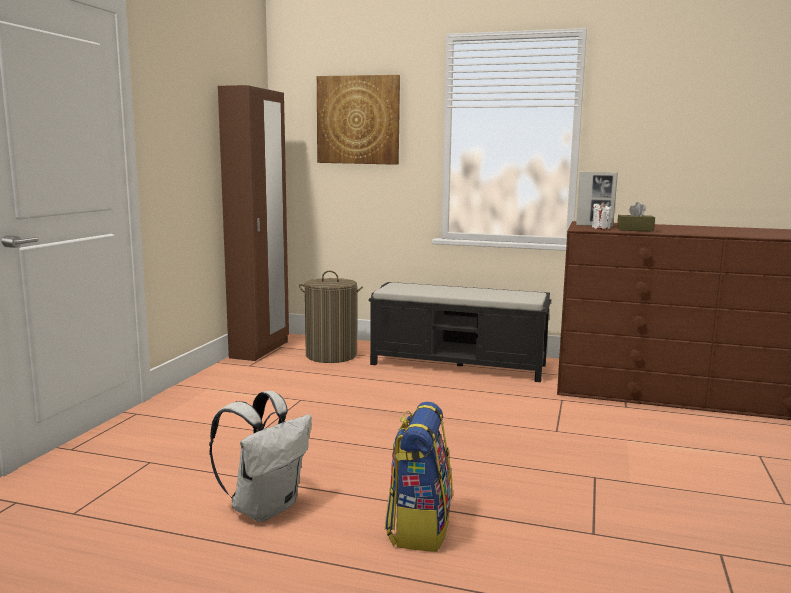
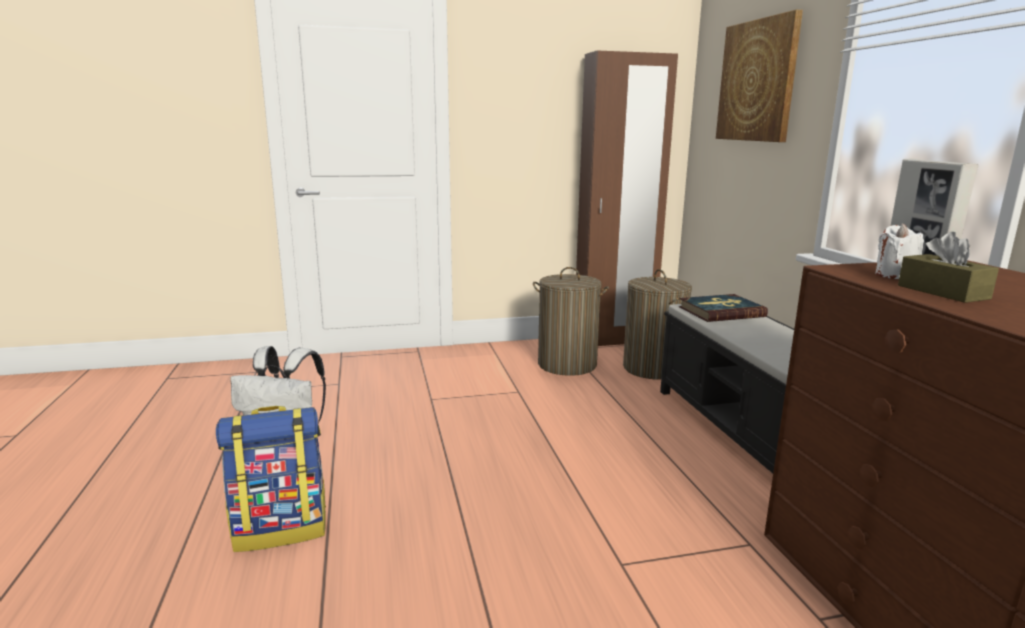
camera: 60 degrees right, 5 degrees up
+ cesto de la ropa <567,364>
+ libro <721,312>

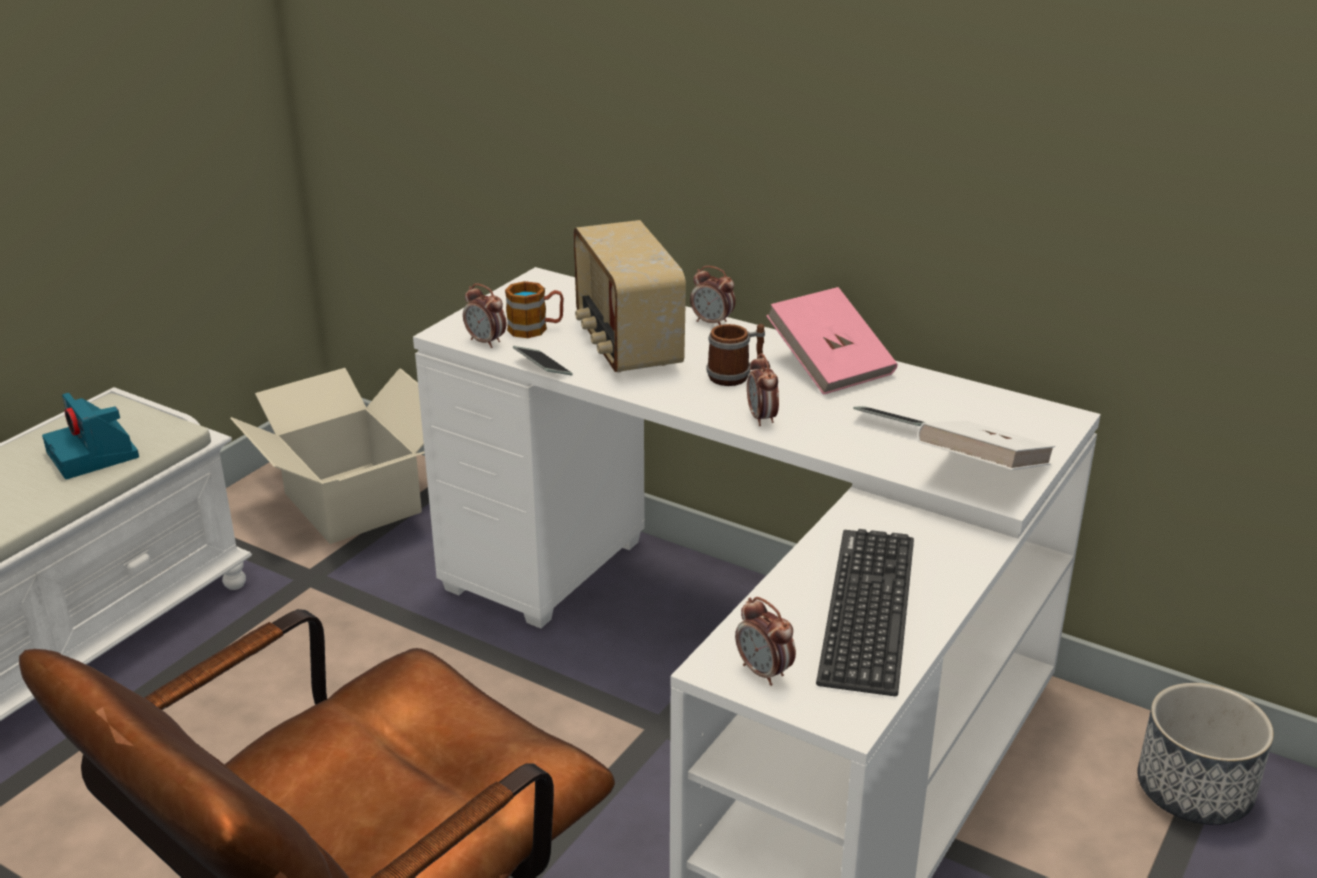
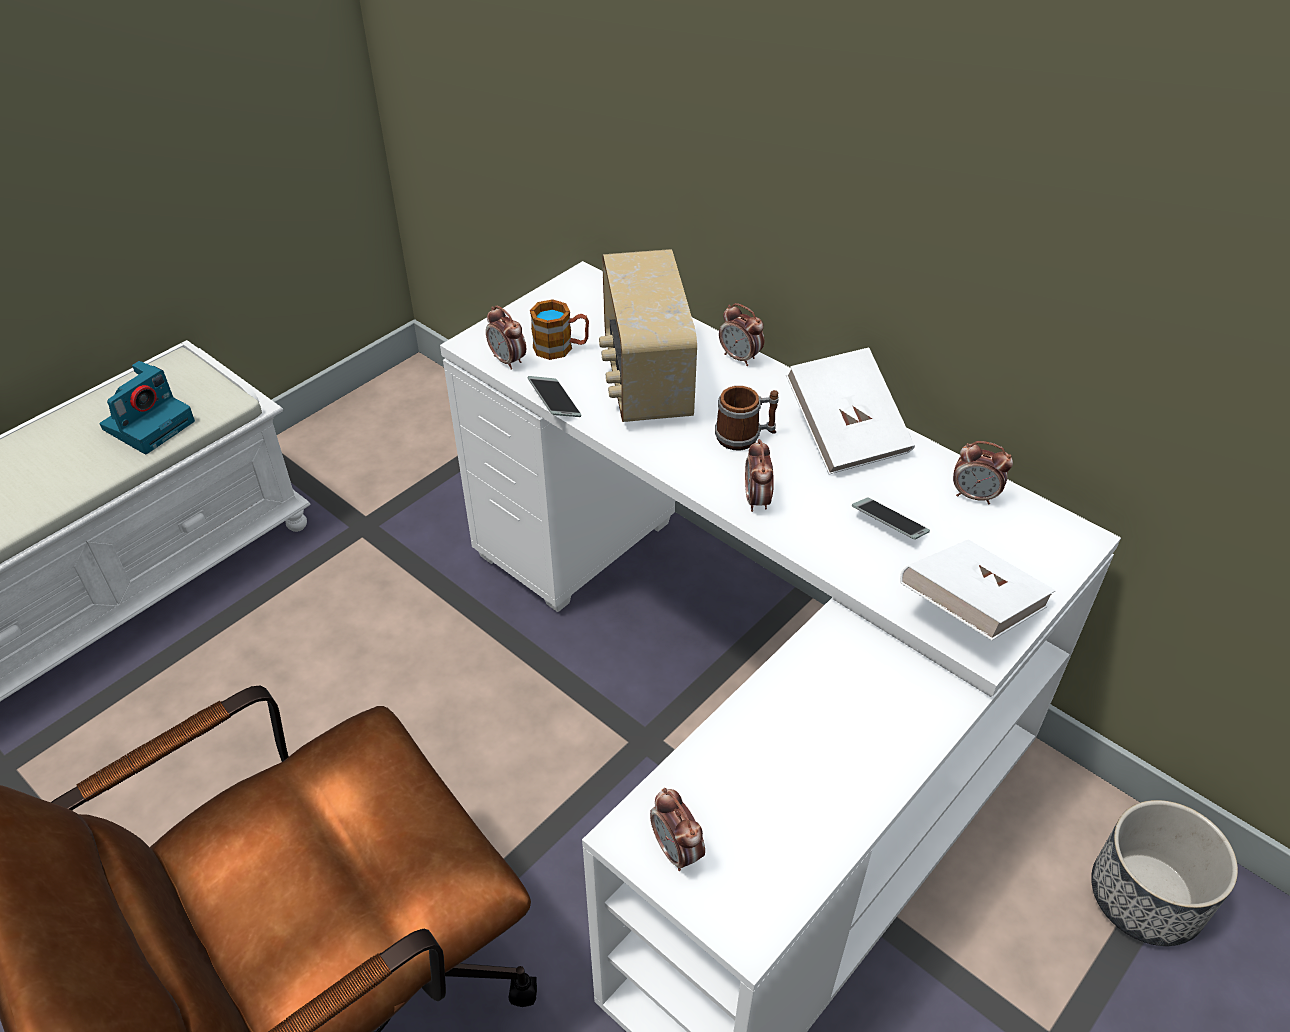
camera: 10 degrees right, 15 degrees up
- caja de cartón <351,503>
- teclado <868,609>
+ despertador <974,496>
~ libro (rosa) <830,366> to libro (blanco) <846,433>
~ cámara <94,455> = <149,423> 120 degrees counterclockwise

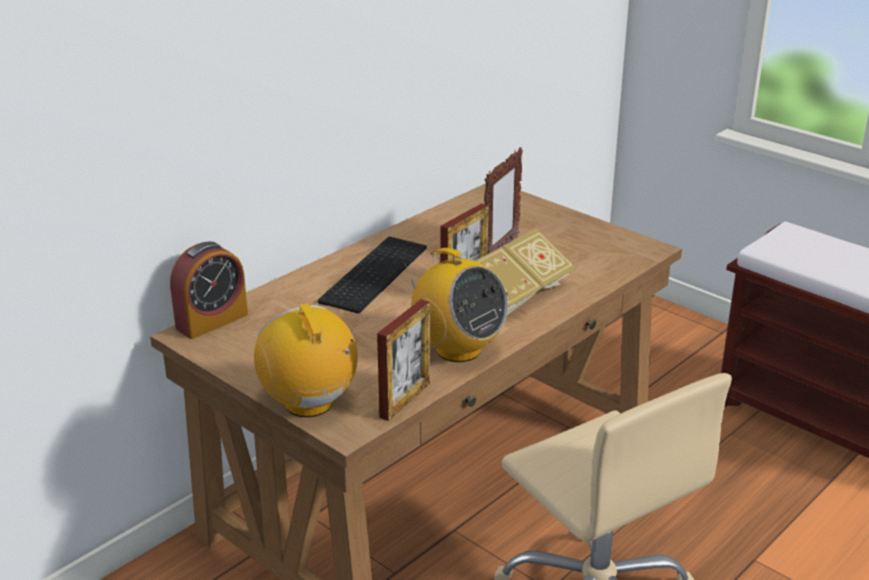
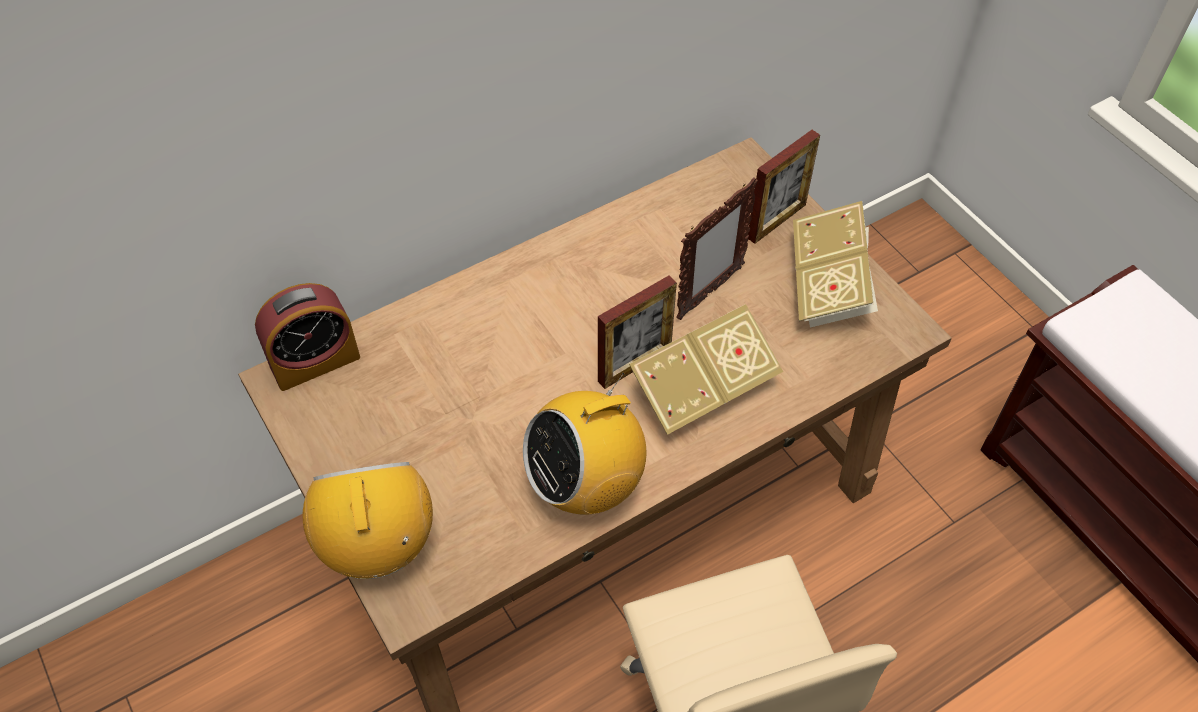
camera: 15 degrees right, 25 degrees up
- teclado <372,273>
+ libro <829,285>
~ portarretratos <405,400> to <776,221>
~ radio <457,349> = <586,484> 90 degrees clockwise

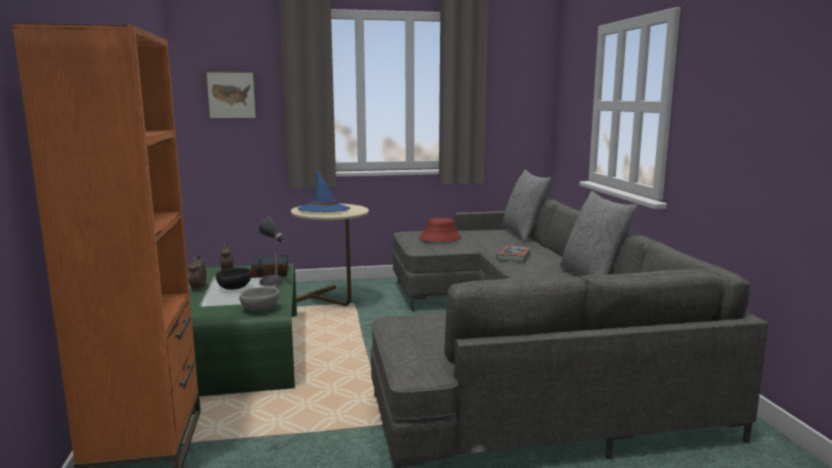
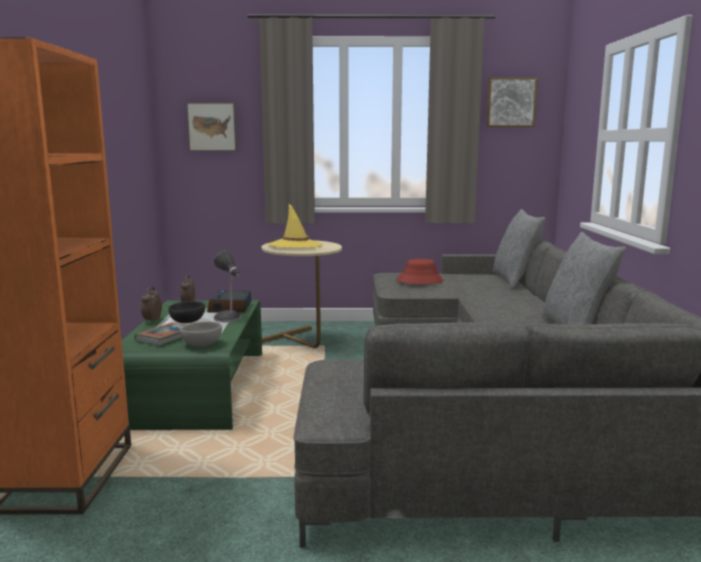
camera: 10 degrees right, 0 degrees up
+ cuadro <510,102>
~ libro <513,257> to <165,338>
~ sombrero (azul) <324,209> to sombrero (amarillo) <295,245>

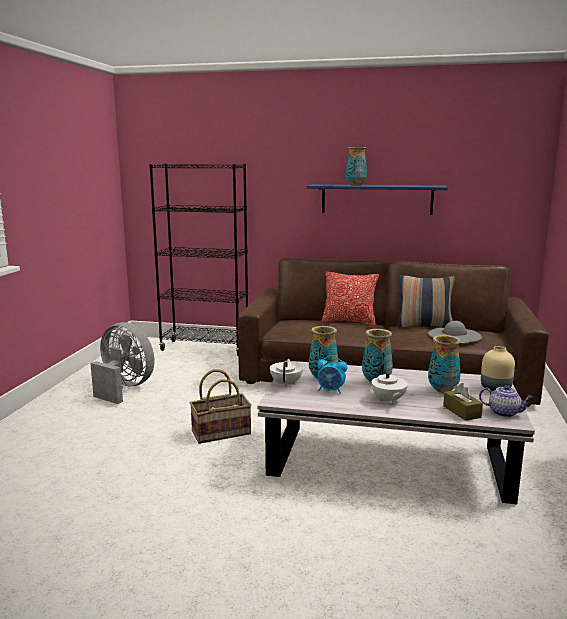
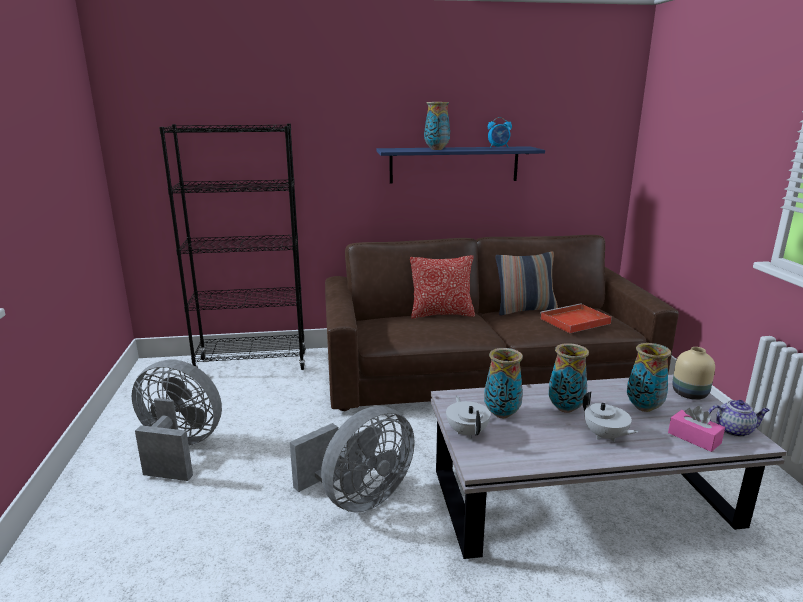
camera: 20 degrees left, 5 degrees up
~ despertador <331,391> to <498,147>
~ cesta <221,432> to ventilador (gris) <359,498>
~ sombrero (gris) <454,335> to bandeja (rojo) <574,321>
~ caja de pañuelos (marrón) <461,412> to caja de pañuelos (rosa) <694,438>

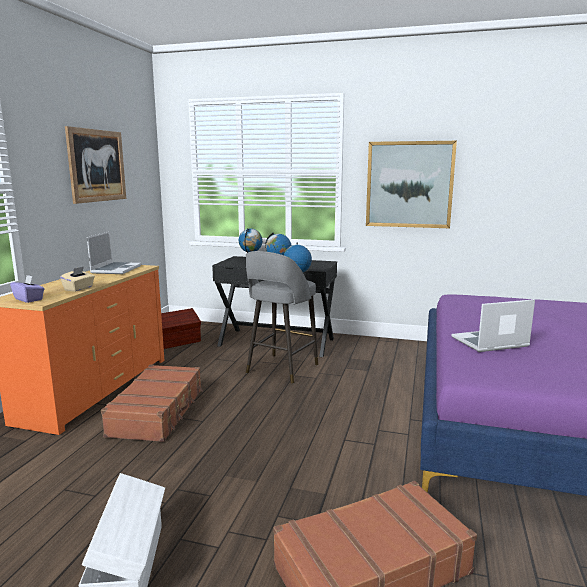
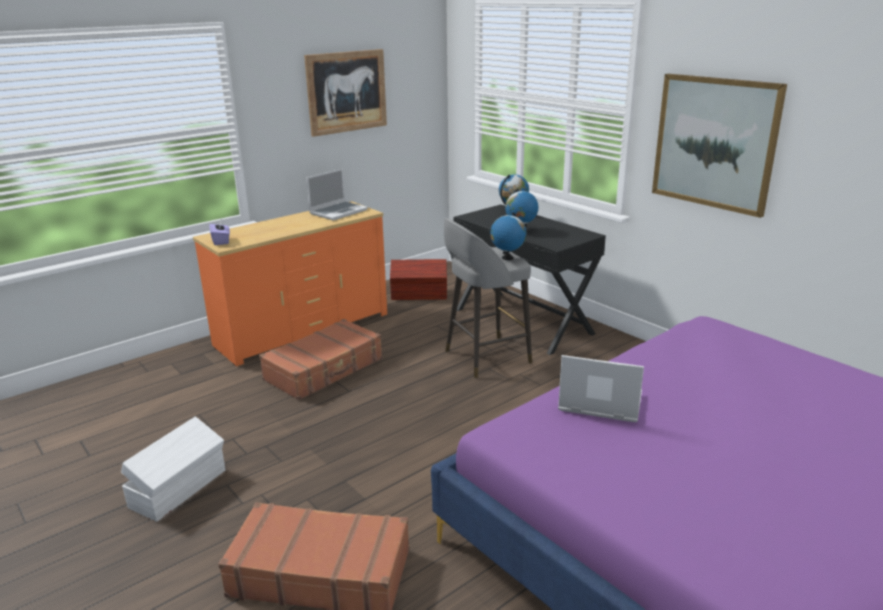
camera: 35 degrees right, 10 degrees up
- caja de pañuelos (beis) <79,289>

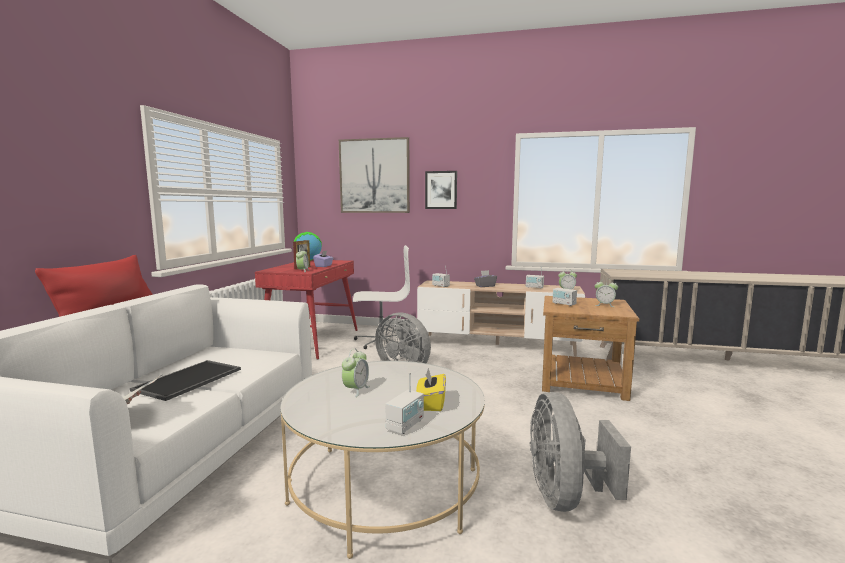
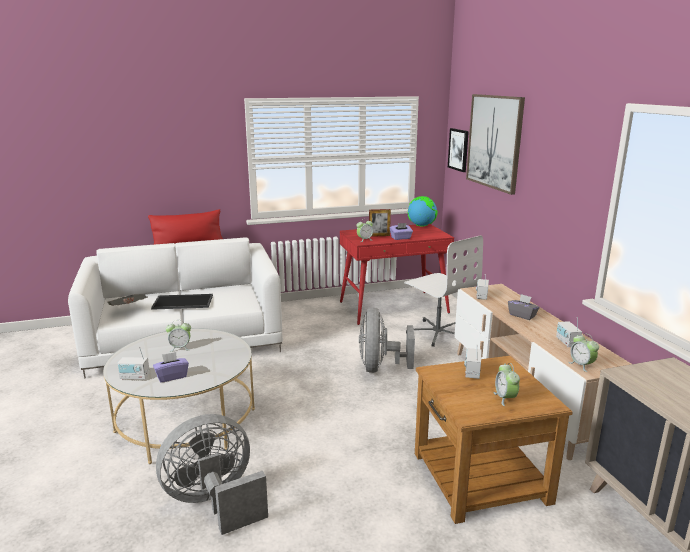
camera: 60 degrees right, 10 degrees up
~ cuadro <441,190> to <458,149>
~ caja de pañuelos (amarillo) <431,403> to caja de pañuelos (morado) <172,376>

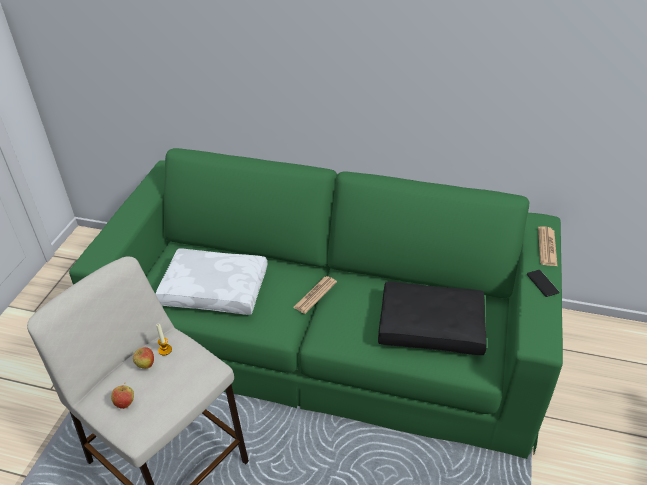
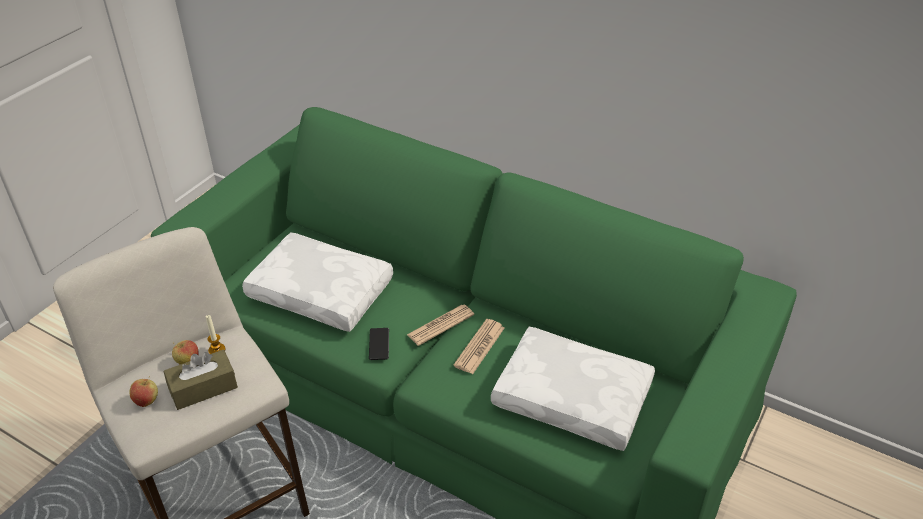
camera: 15 degrees right, 0 degrees up
+ caja de pañuelos (marrón) <203,388>
~ móvil <542,283> to <379,344>
~ periódico <547,247> to <479,347>
~ cojín (negro) <432,325> to cojín (blanco) <574,397>

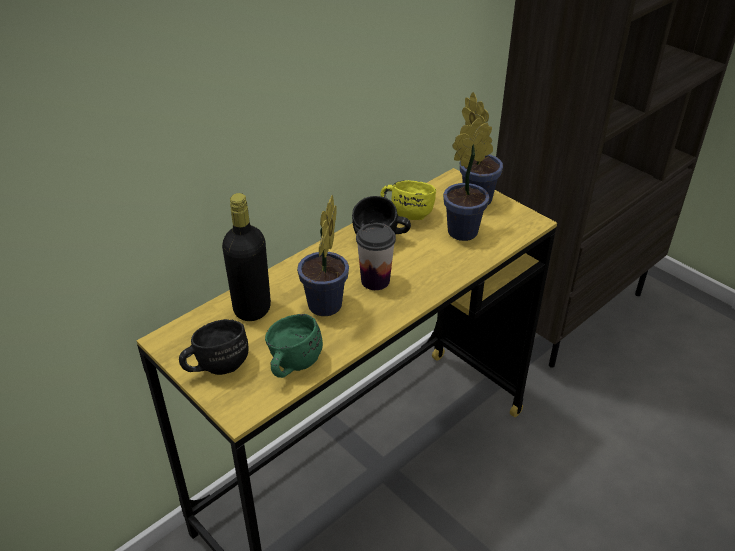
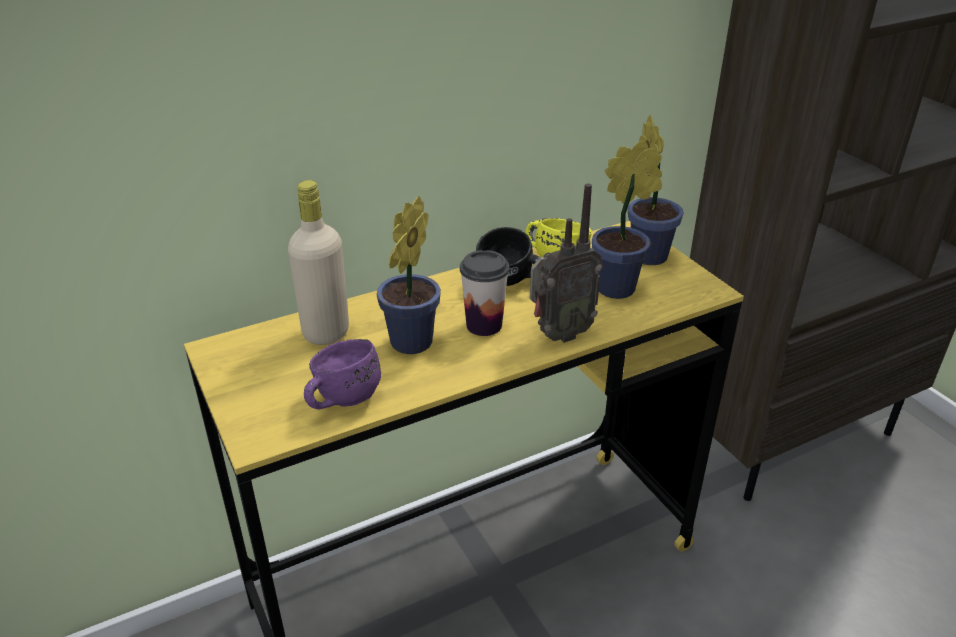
camera: 15 degrees right, 5 degrees down
- taza grande (negro) <215,365>
+ radio <558,334>
~ botella (negro) <252,309> to botella (beis) <326,332>
~ taza grande (verde) <290,364> to taza grande (morado) <340,399>

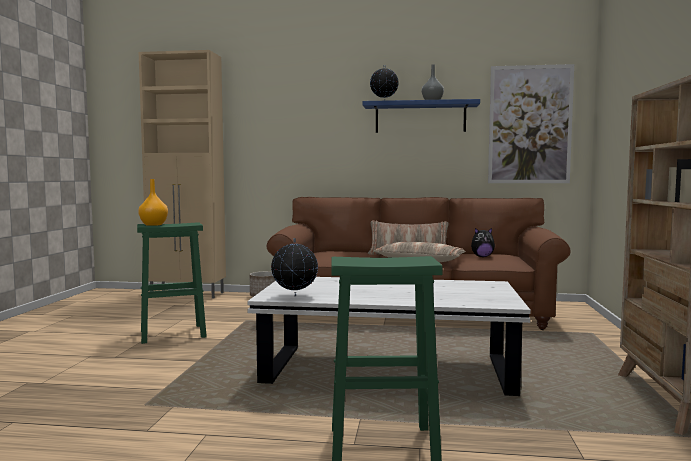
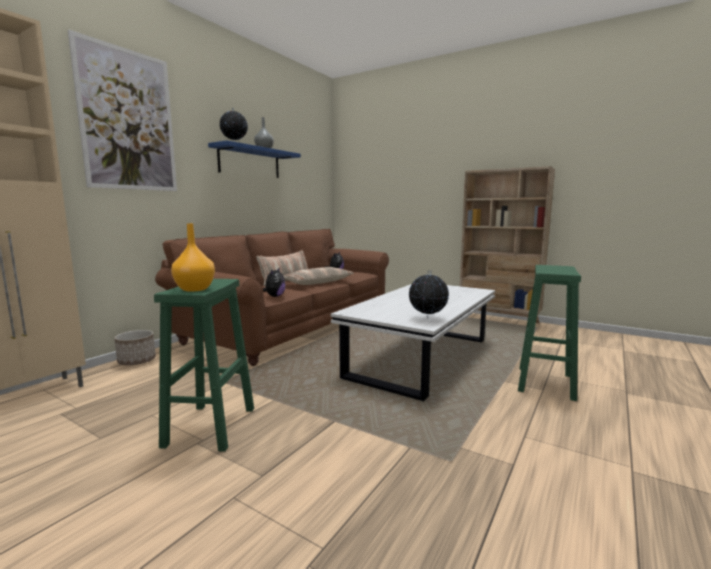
camera: 65 degrees left, 5 degrees up
+ peluche <274,296>
~ cuadro <530,125> to <128,120>

